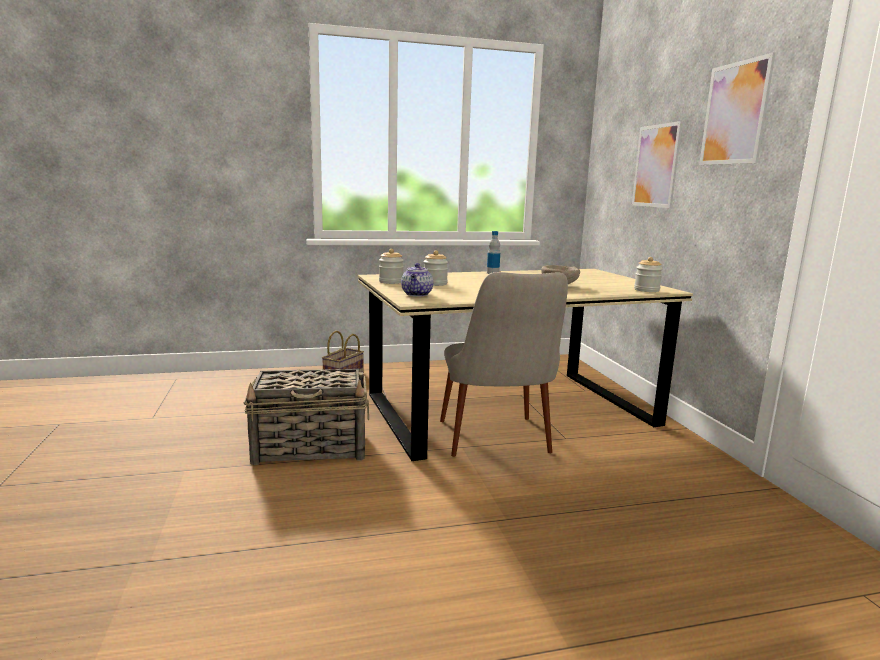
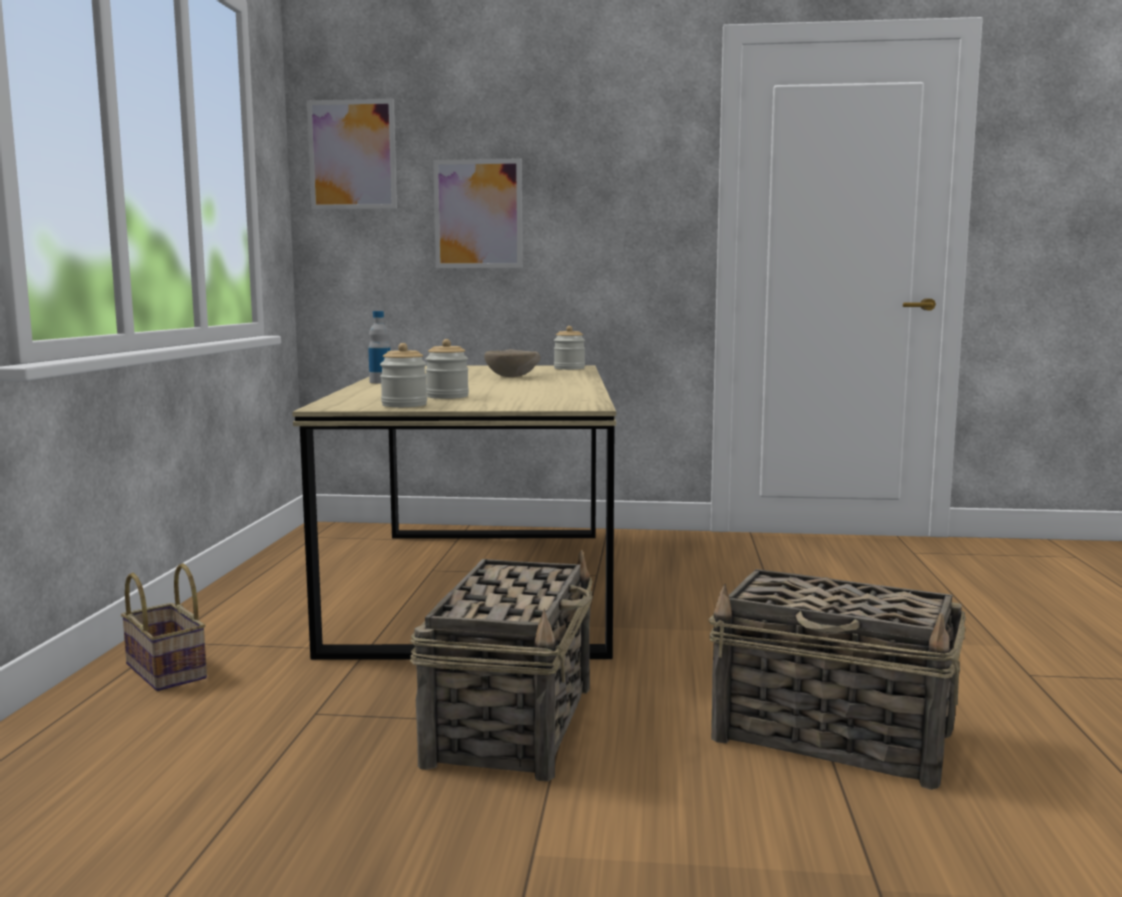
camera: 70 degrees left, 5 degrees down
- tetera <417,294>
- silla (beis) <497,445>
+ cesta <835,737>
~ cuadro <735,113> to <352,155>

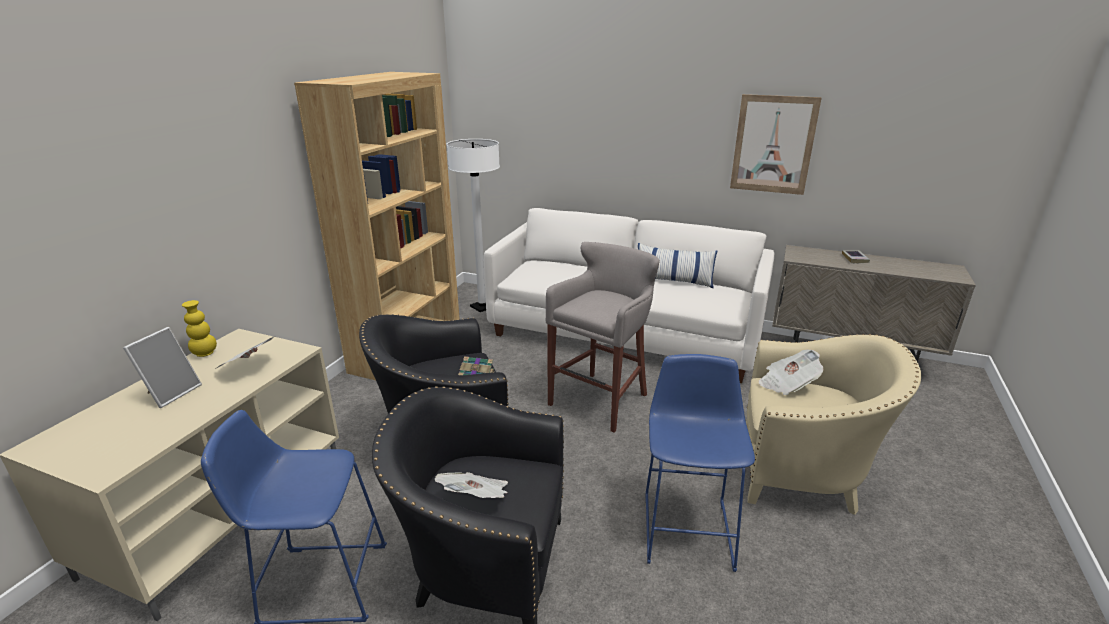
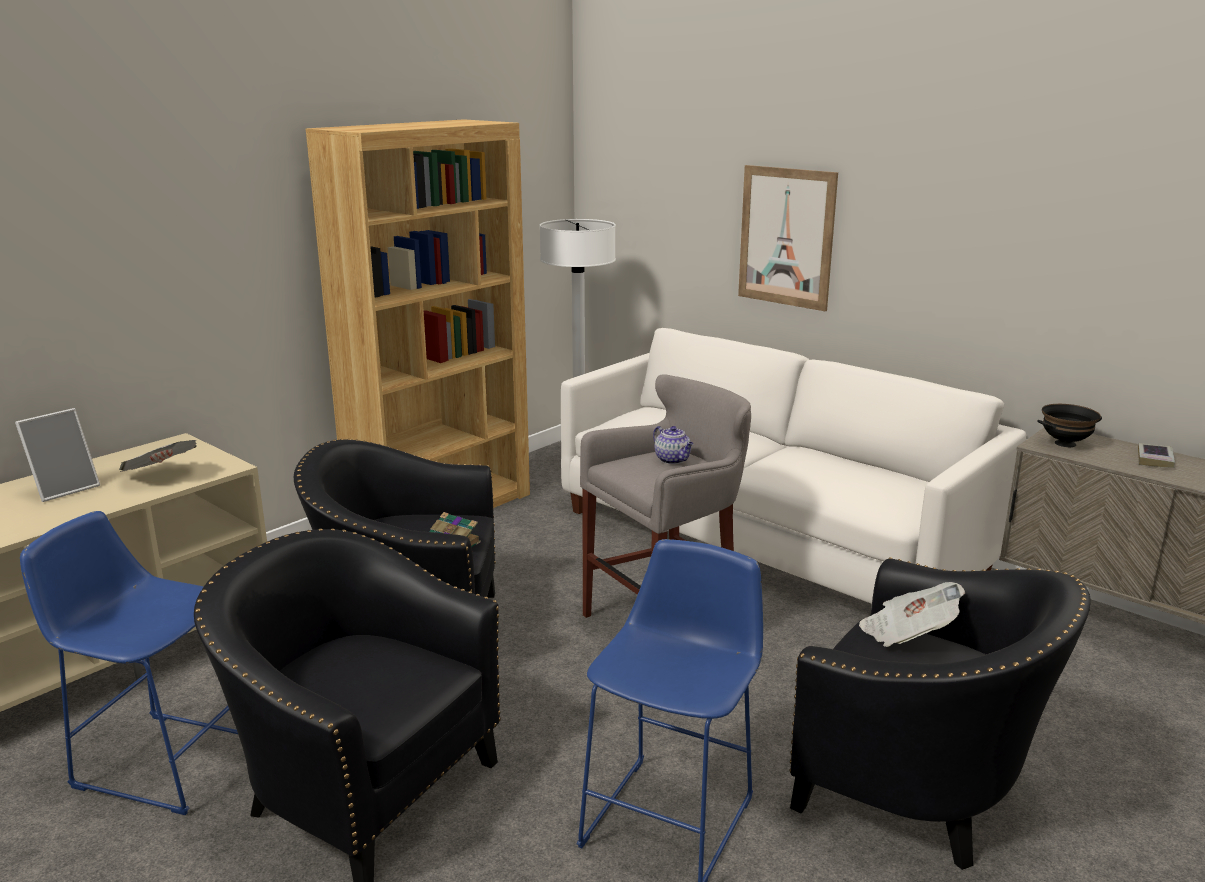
camera: 20 degrees right, 5 degrees down
- florero (amarillo) <205,353>
- periódico <476,499>
- cojín <673,281>
+ tetera <673,460>
+ cuenco (negro) <1065,443>
~ cuadro <773,145> to <786,237>
~ sillón (beis) <804,473> to sillón (negro) <921,791>

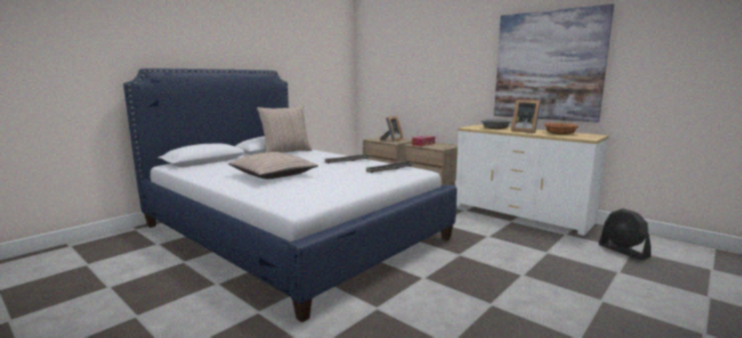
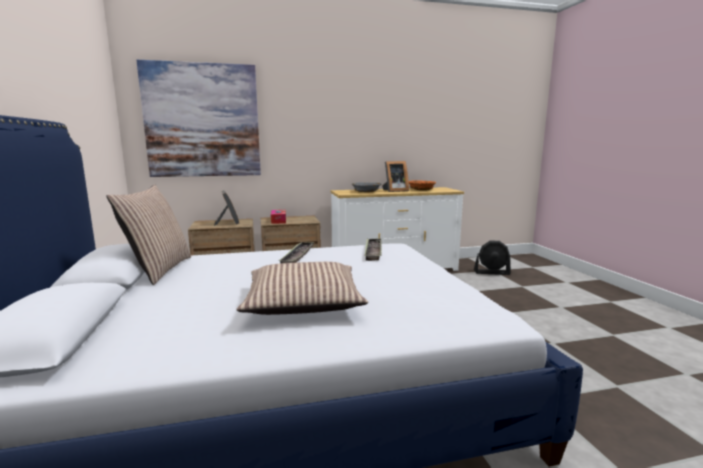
camera: 55 degrees left, 0 degrees up
~ cuadro <548,66> to <202,121>

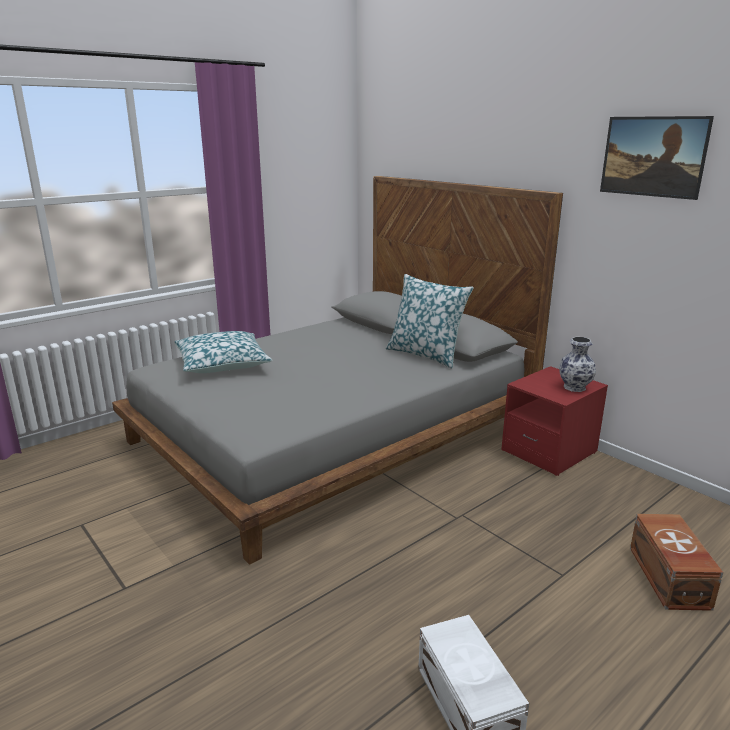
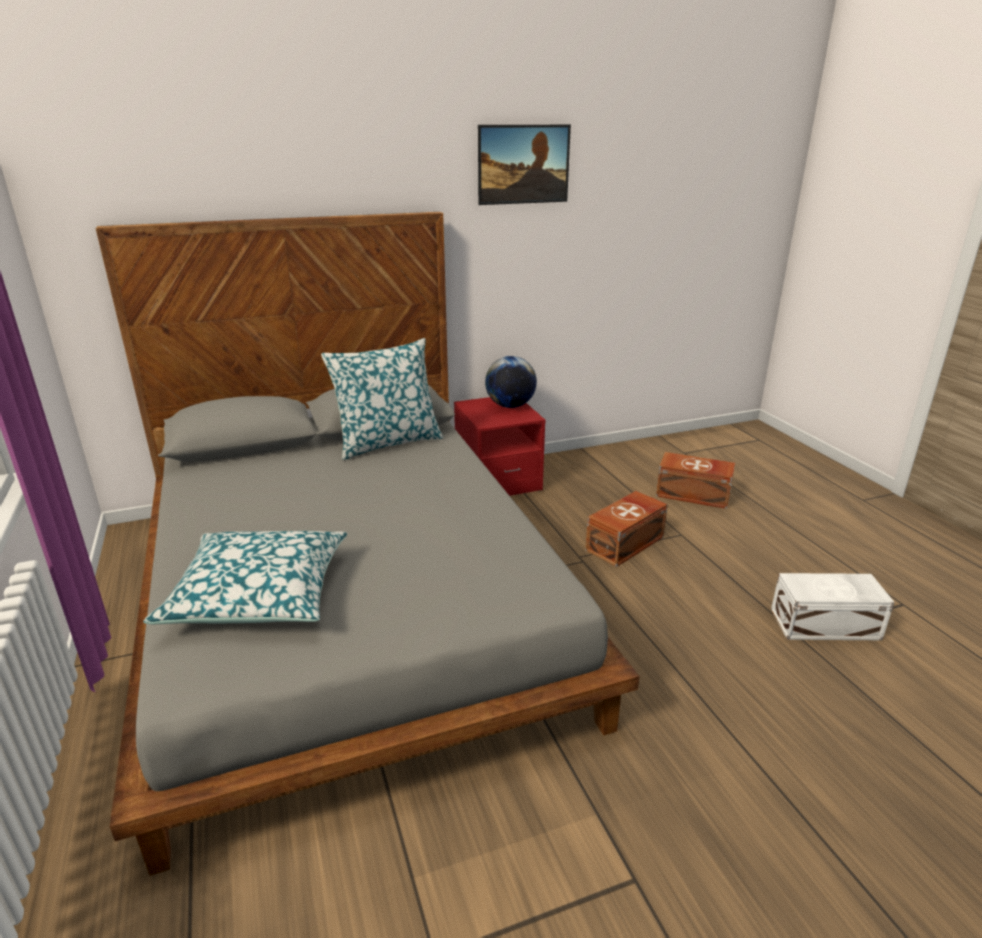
camera: 70 degrees left, 5 degrees up
+ caja de almacenaje (marrón) <626,543>
~ florero <574,387> to globo terráqueo <510,406>

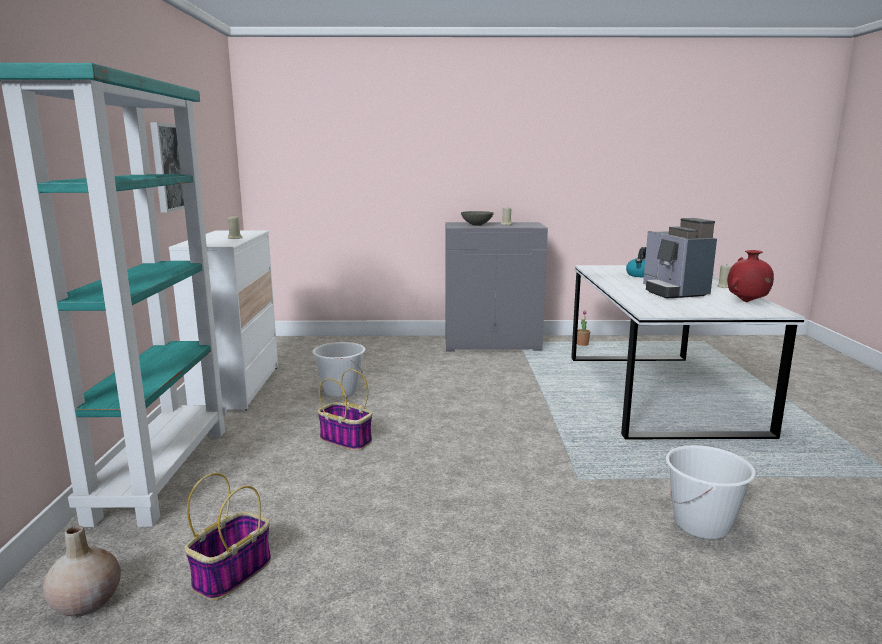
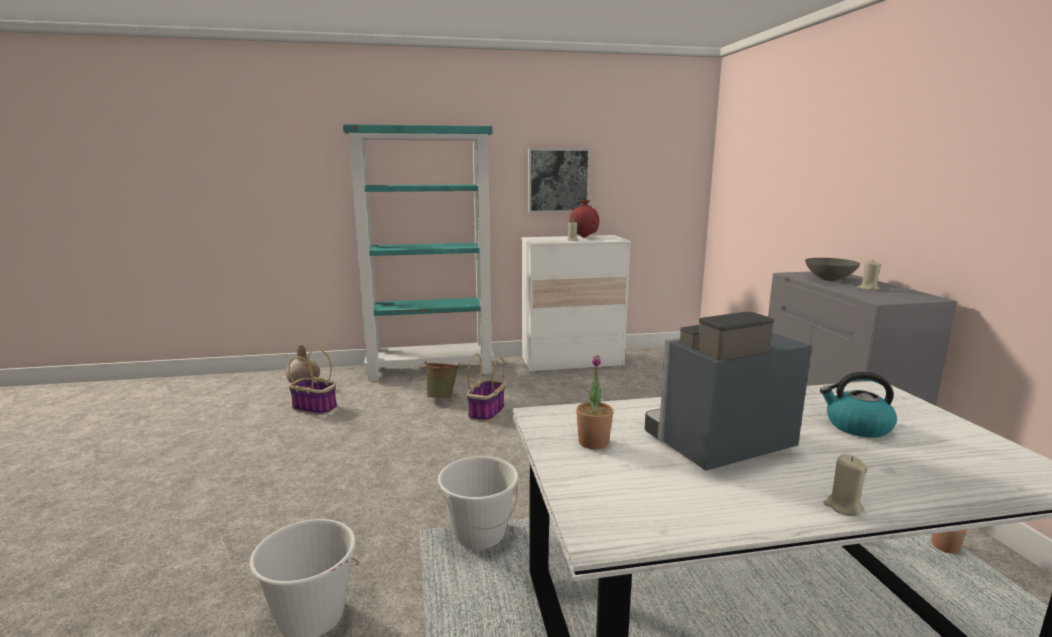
camera: 80 degrees right, 0 degrees up
+ cubo (verde) <442,398>
+ planta en maceta <593,442>
~ cubo (blanco) <340,391> to <479,534>
~ florero (rojo) <747,302> to <583,237>

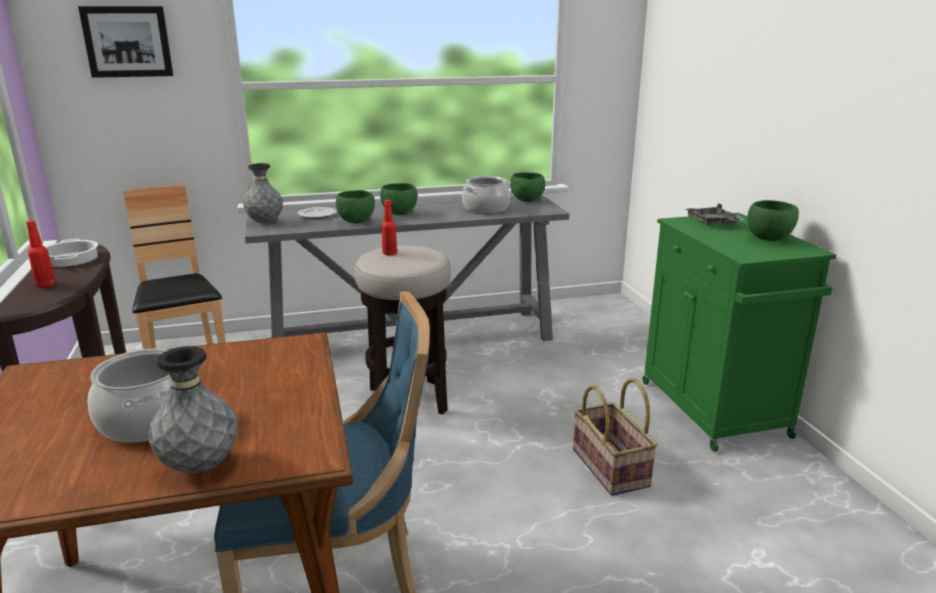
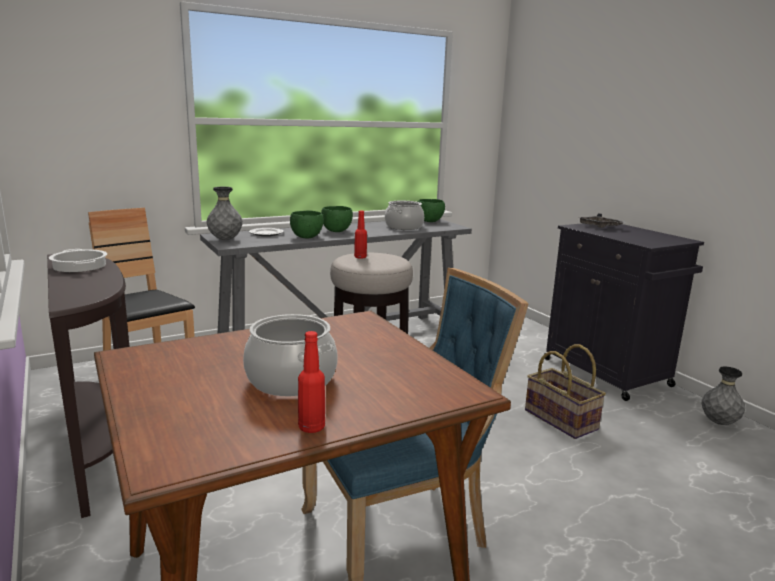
camera: 15 degrees left, 5 degrees down
- cuadro <127,41>
- cuenco (verde) <769,239>
~ botella (rojo) <45,285> to <311,427>
~ florero (gris) <200,466> to <719,423>
~ armario (verde) <715,410> to armario (negro) <608,373>

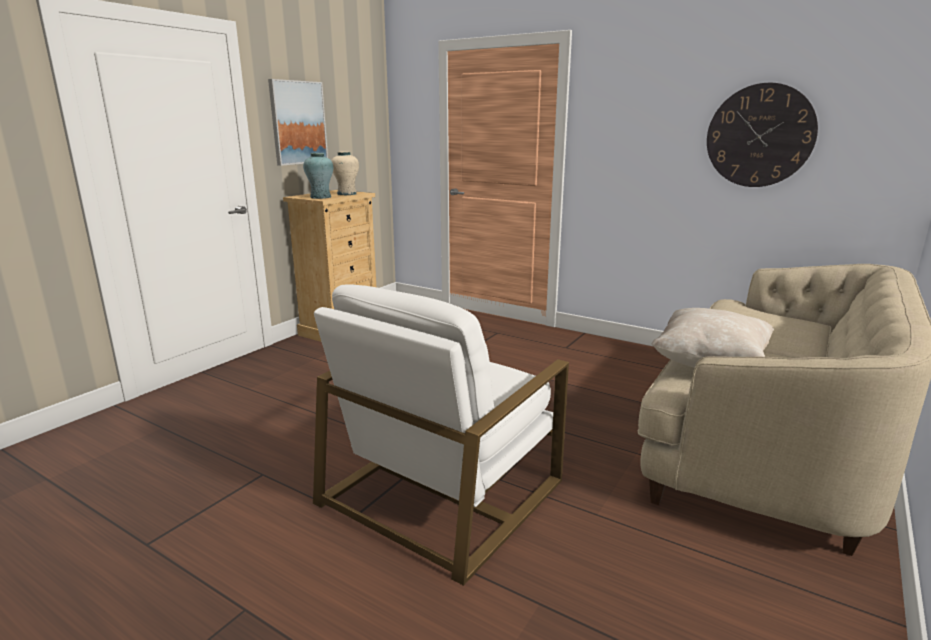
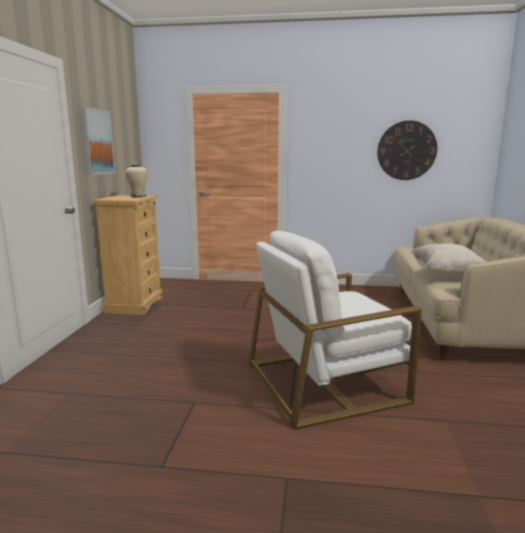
camera: 25 degrees left, 5 degrees down
- florero (turquesa) <320,197>
~ sillón (blanco) <441,489> = <325,381> 60 degrees clockwise

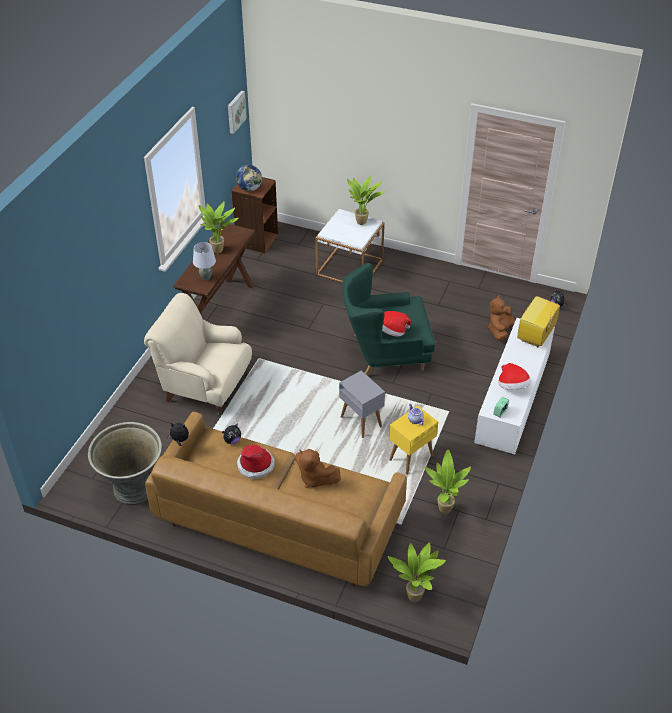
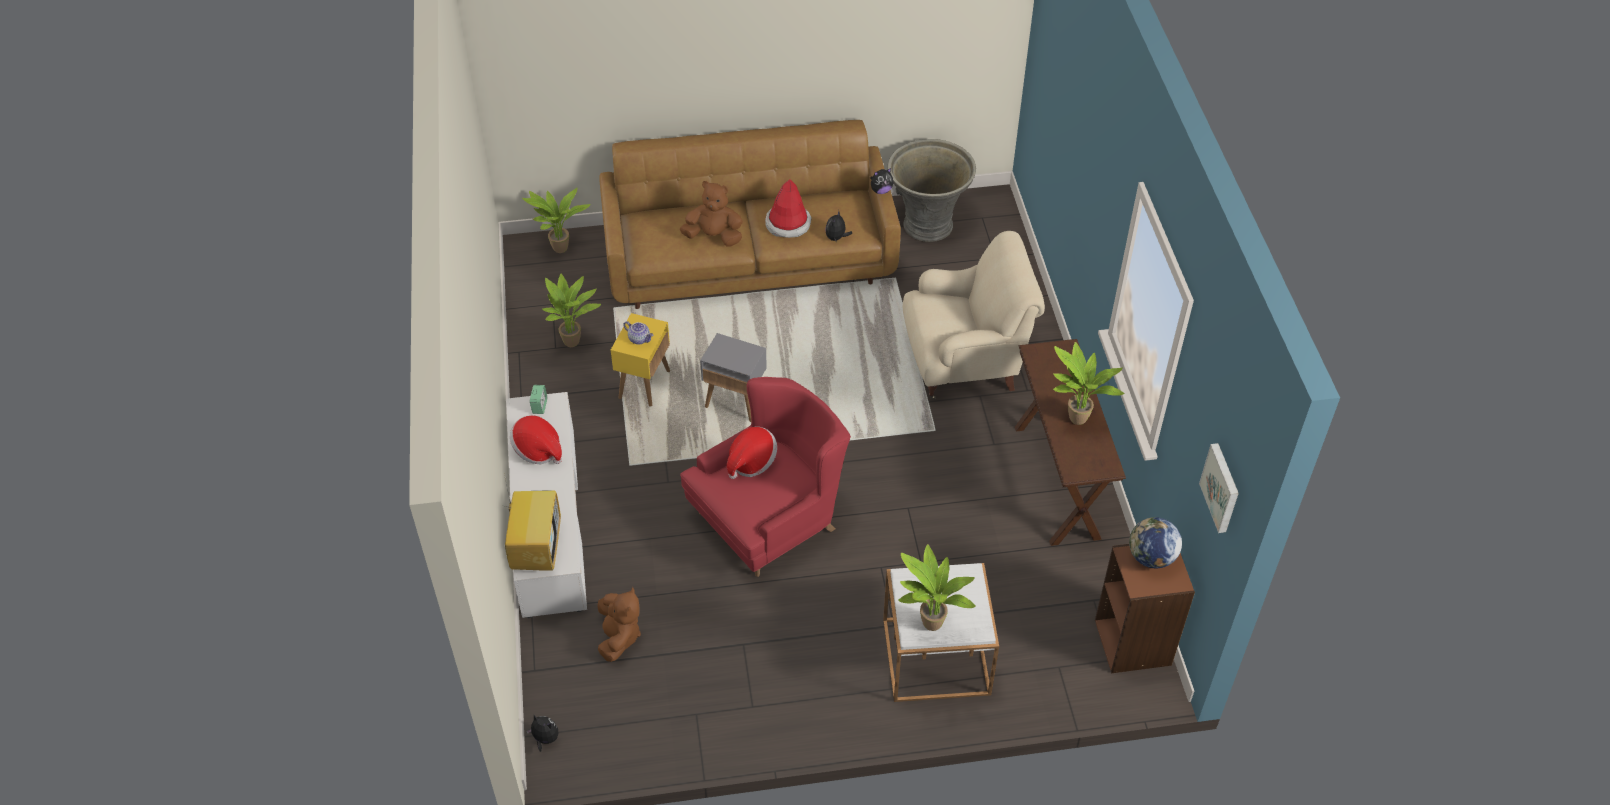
camera: 150 degrees right, 5 degrees up
- lámpara de mesa (gris) <206,277>
~ sillón (verde) <385,352> to sillón (rojo) <770,518>

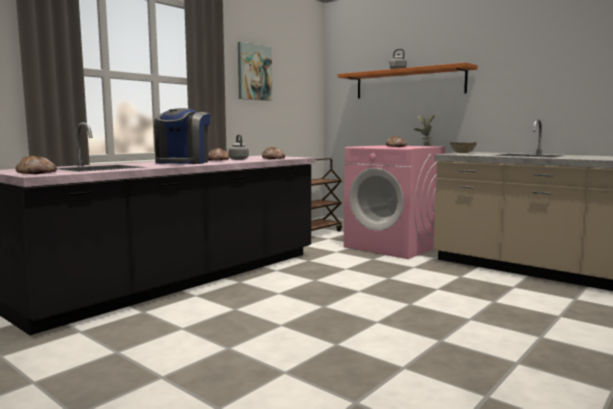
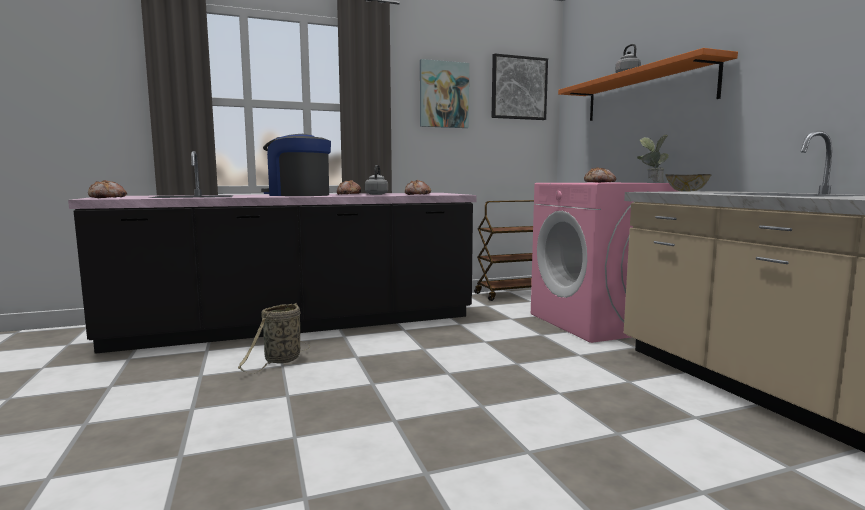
camera: 30 degrees right, 0 degrees up
+ cesta <281,361>
+ cuadro <518,88>
~ cafetera <183,162> = <298,195> 75 degrees clockwise

